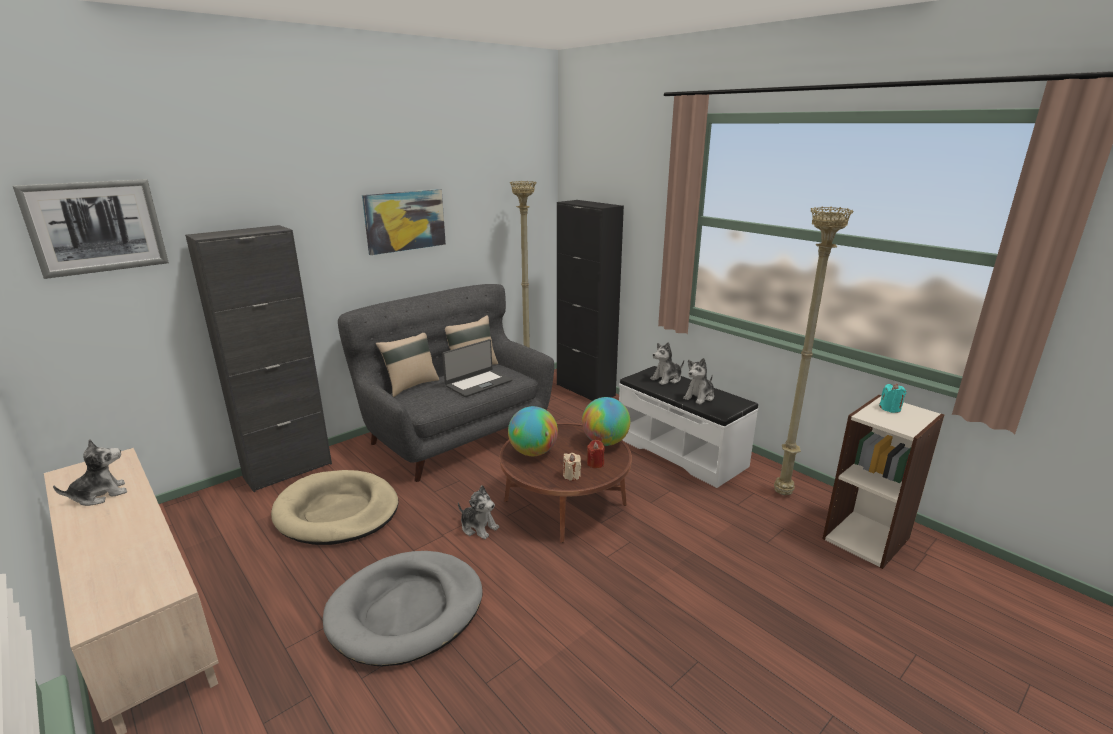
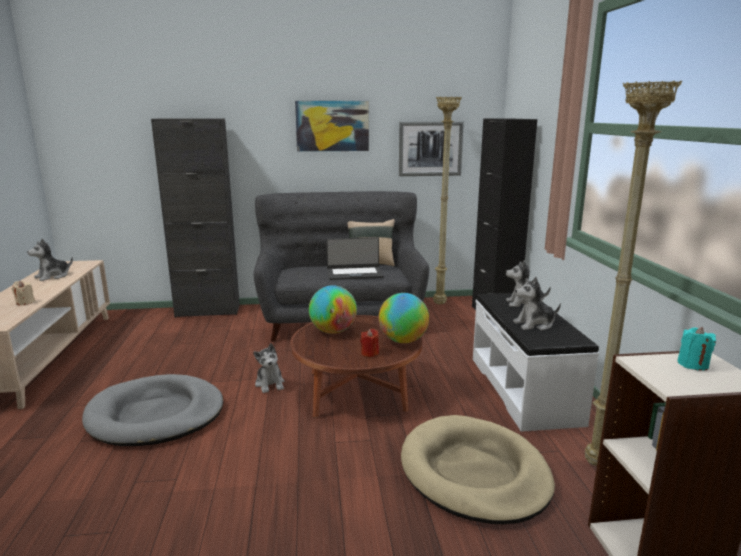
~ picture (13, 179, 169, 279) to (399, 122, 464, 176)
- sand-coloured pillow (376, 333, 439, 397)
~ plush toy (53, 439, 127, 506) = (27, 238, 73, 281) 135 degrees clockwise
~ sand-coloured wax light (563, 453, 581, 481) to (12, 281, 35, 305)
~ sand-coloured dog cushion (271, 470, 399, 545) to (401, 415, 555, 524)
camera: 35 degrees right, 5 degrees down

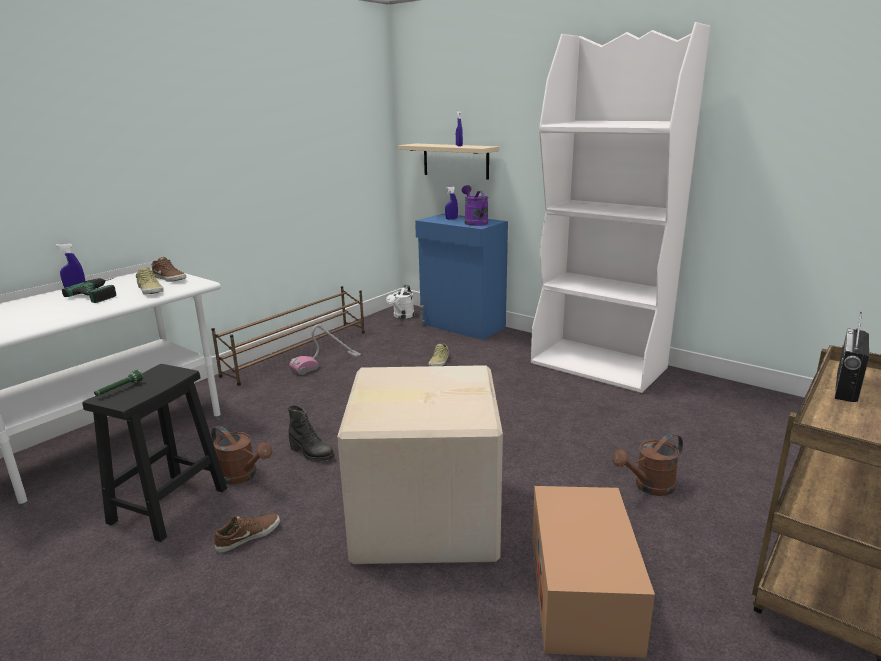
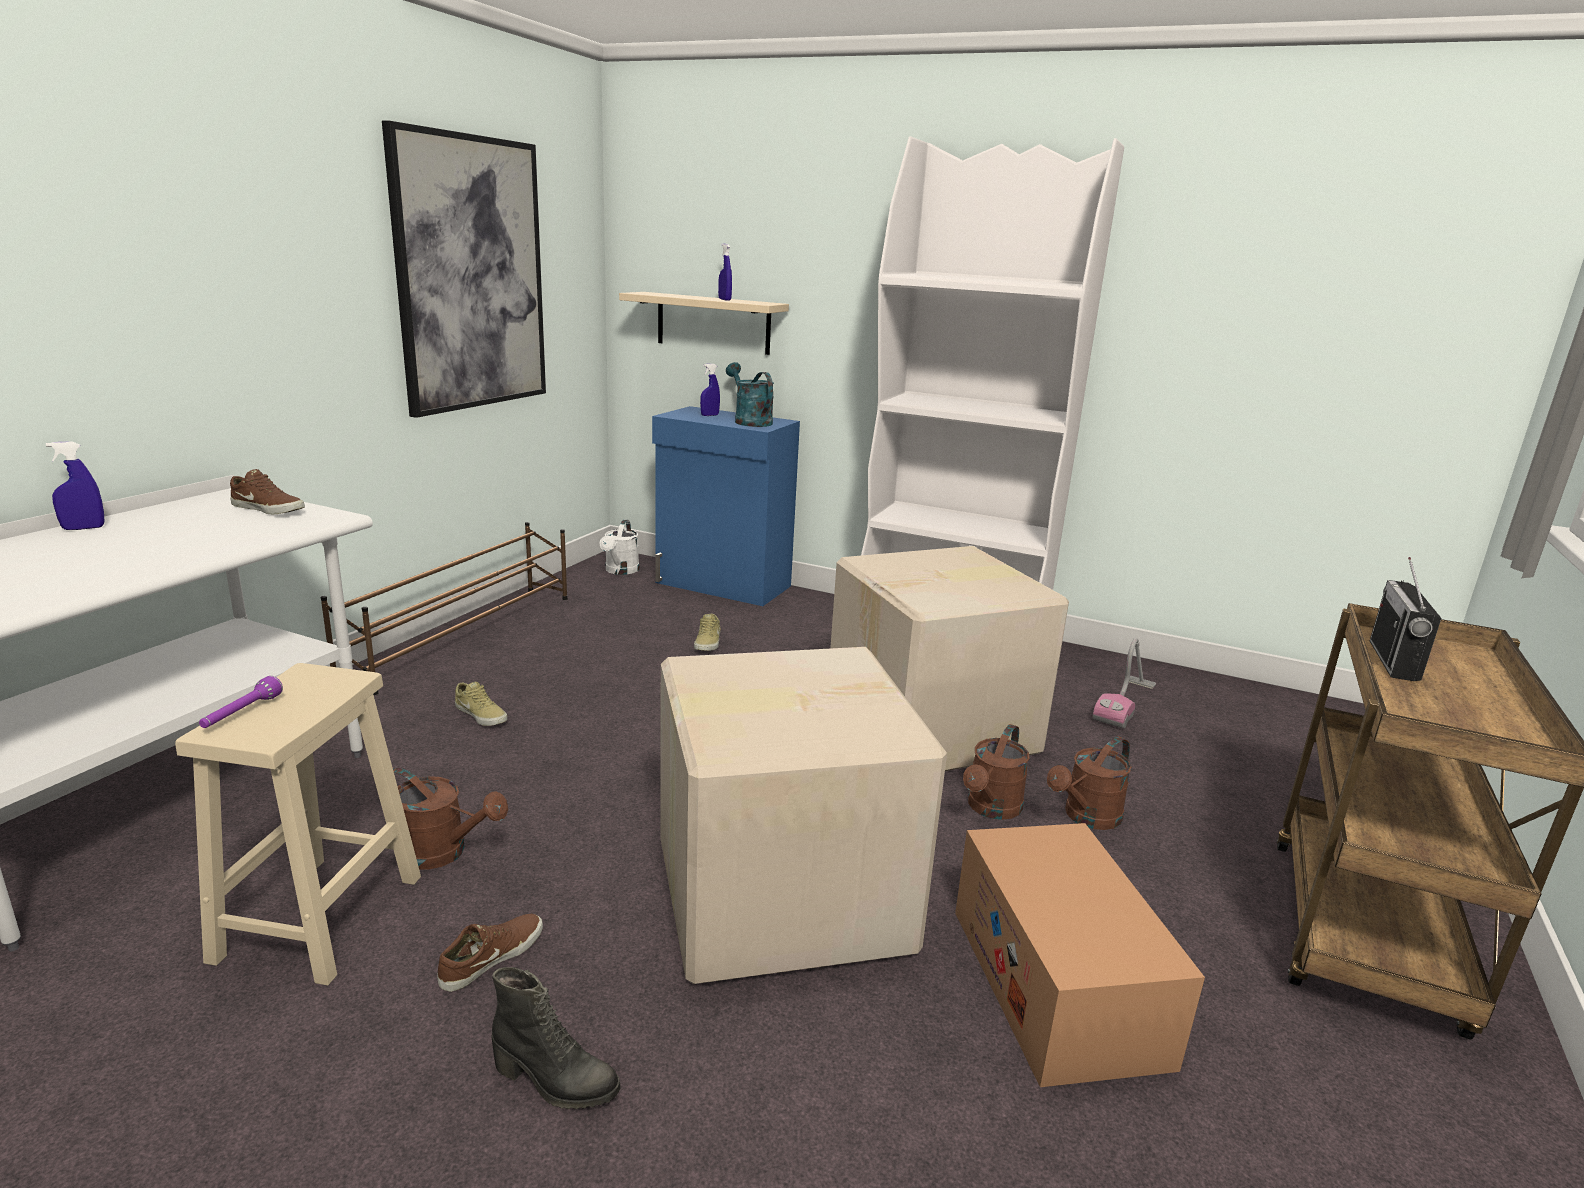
~ purple-coloured watering pot (462, 185, 488, 226) to blue-green watering pot (726, 362, 774, 427)
~ sand-coloured shoe (136, 267, 163, 295) to (455, 682, 507, 726)
- electric drill (62, 278, 116, 303)
~ hoover (289, 325, 361, 375) to (1093, 638, 1156, 729)
~ blackish sitting stool (82, 364, 227, 542) to sand-coloured sitting stool (175, 663, 421, 985)
~ green-coloured hand torch (94, 370, 143, 396) to purple-coloured hand torch (199, 676, 283, 728)
~ blackish high-top boot (288, 406, 335, 461) to (492, 967, 621, 1109)
+ picture (382, 121, 546, 418)
+ cardboard box (830, 546, 1069, 771)
+ brown watering pot (963, 724, 1030, 820)
camera: 15 degrees left, 0 degrees up

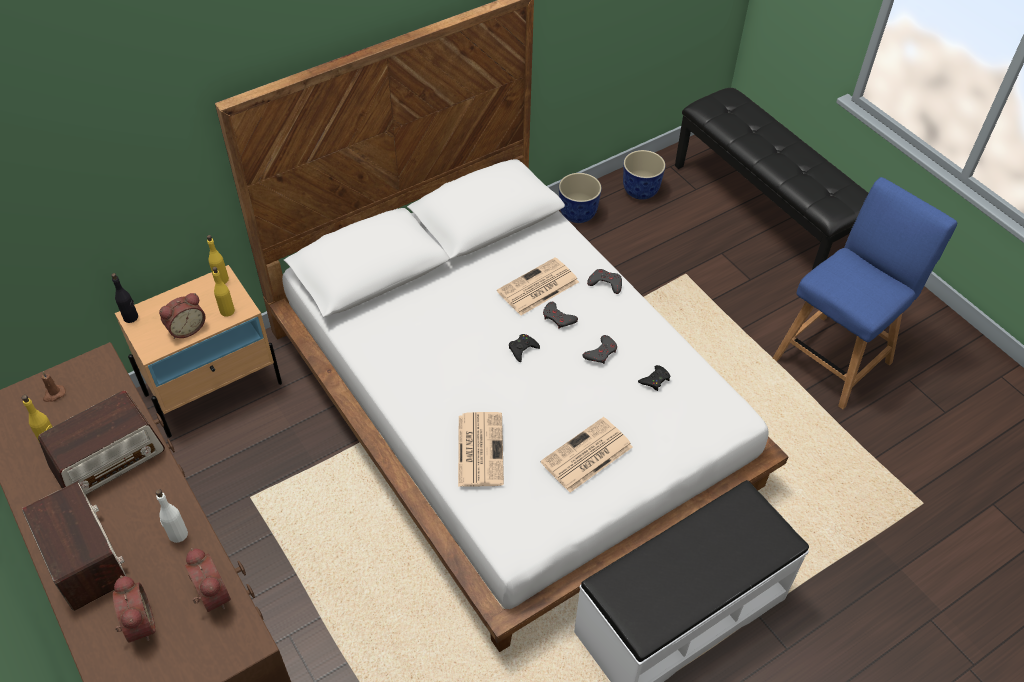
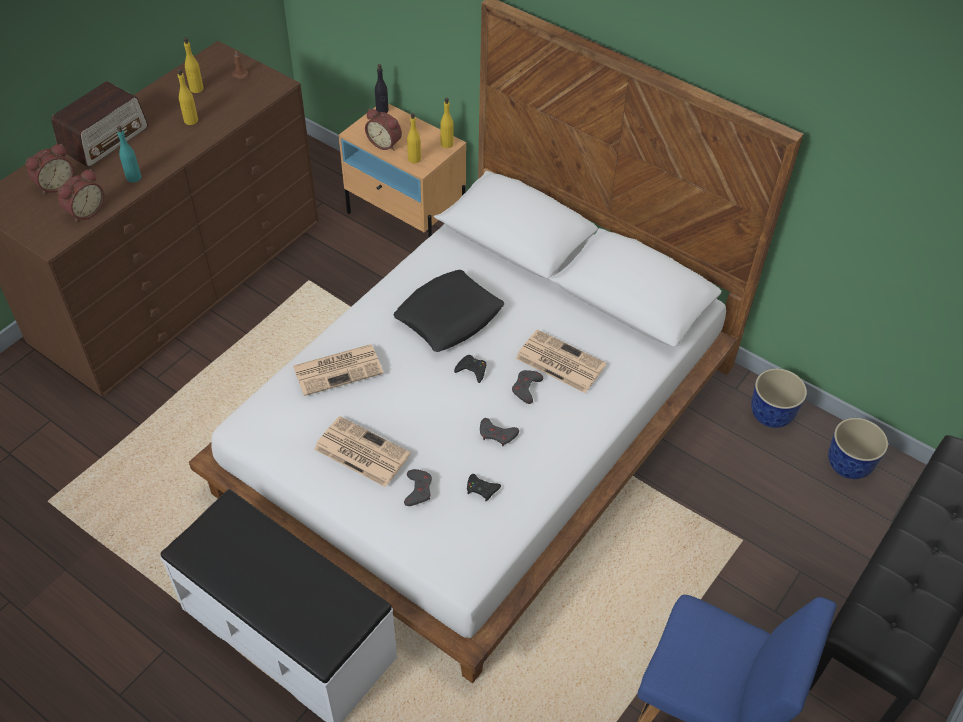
~ gray game controller (587, 269, 622, 294) to (404, 469, 432, 506)
~ radio (38, 391, 165, 495) to yellowish bottle (177, 69, 198, 125)
~ white bottle (156, 489, 188, 543) to blue-green bottle (117, 126, 141, 183)
+ blackish pillow (393, 270, 504, 352)
camera: 70 degrees right, 0 degrees up

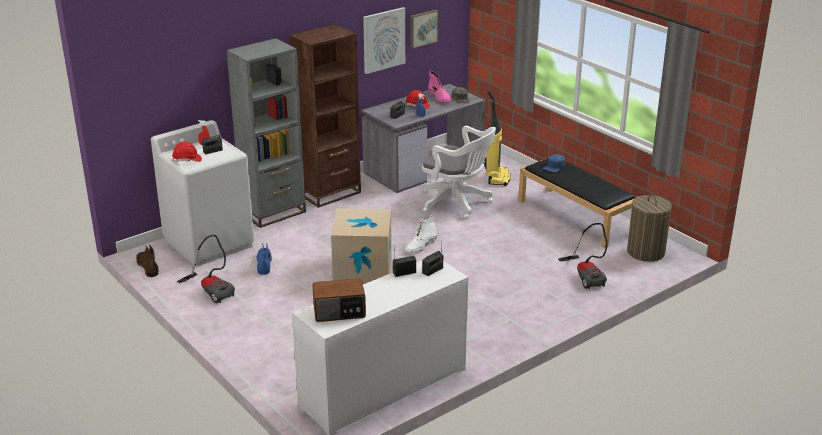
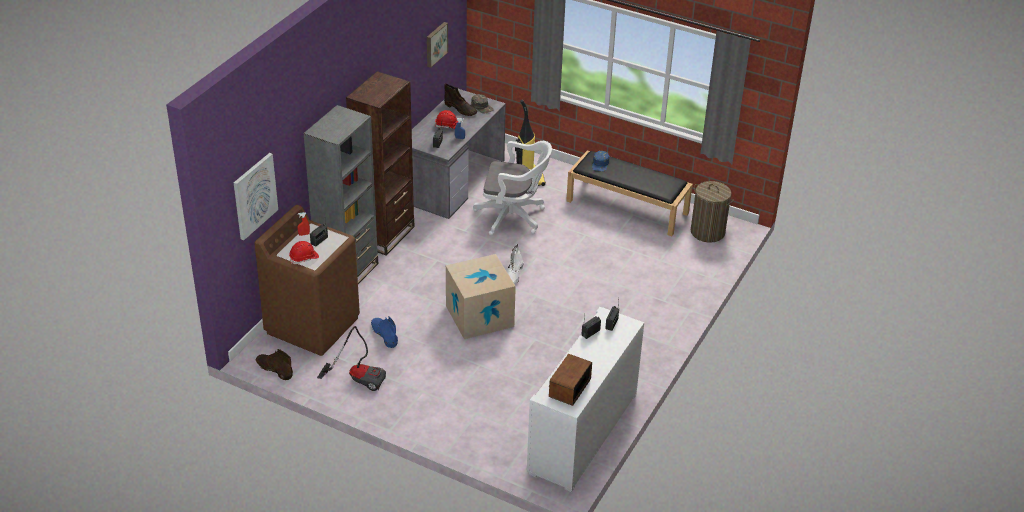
~ picture (363, 7, 405, 74) to (234, 153, 278, 240)
~ pink high-top boot (428, 71, 452, 103) to brown high-top boot (444, 84, 477, 116)
~ white laundry appliance (151, 120, 254, 267) to brown laundry appliance (254, 205, 360, 356)
- hoover (558, 223, 607, 290)
~ radio (312, 278, 366, 322) = (549, 354, 592, 406) 150 degrees clockwise
camera: 25 degrees left, 10 degrees up

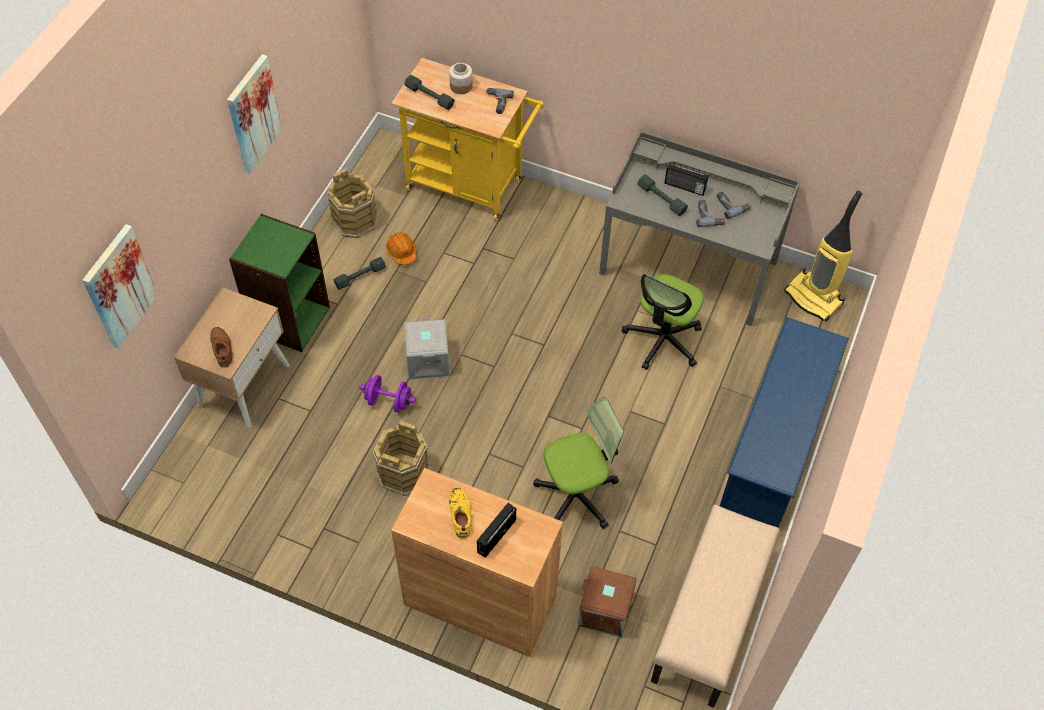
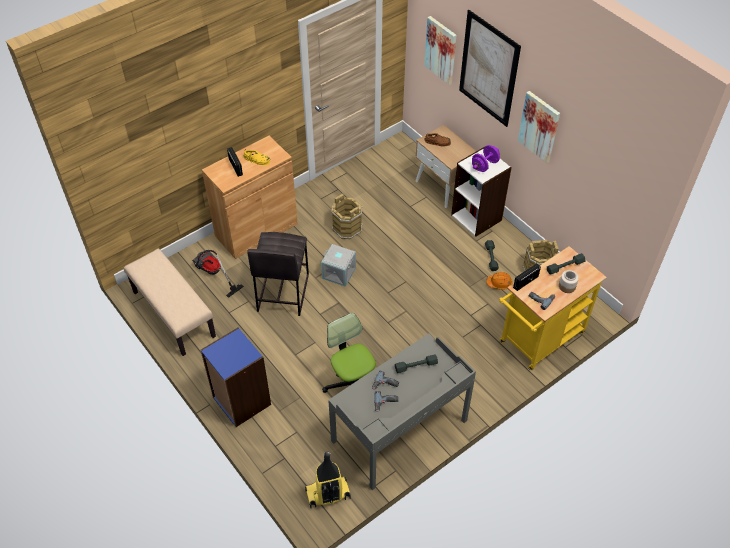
~ radio (665, 163, 709, 196) to (513, 263, 541, 291)
~ green-coloured bookcase (229, 214, 330, 352) to white bookcase (451, 147, 512, 237)
~ blue shoe rack (720, 317, 849, 528) to blue bookcase (201, 327, 271, 427)
~ gray storage container (404, 318, 450, 379) to (321, 244, 356, 287)
~ purple-coloured hand weight (359, 375, 416, 413) to (472, 145, 500, 172)
~ computer chair (533, 398, 623, 529) to gray sitting stool (247, 232, 309, 316)
~ brown storage container (577, 566, 637, 638) to hoover (192, 250, 244, 298)
+ picture (459, 10, 521, 127)
camera: 120 degrees right, 5 degrees down

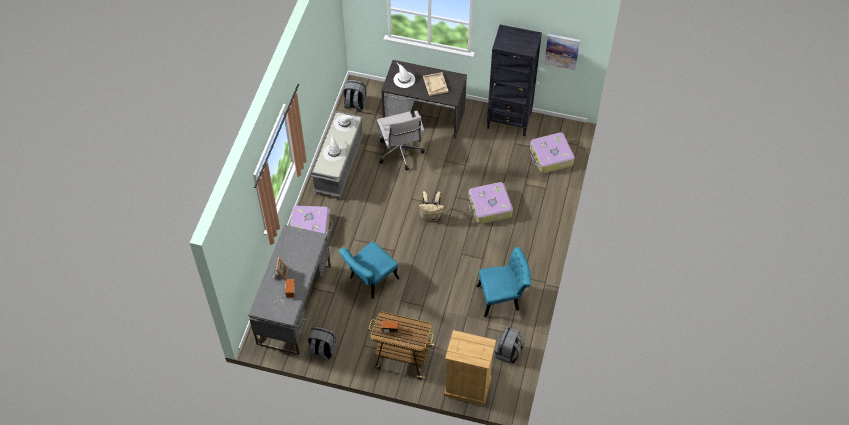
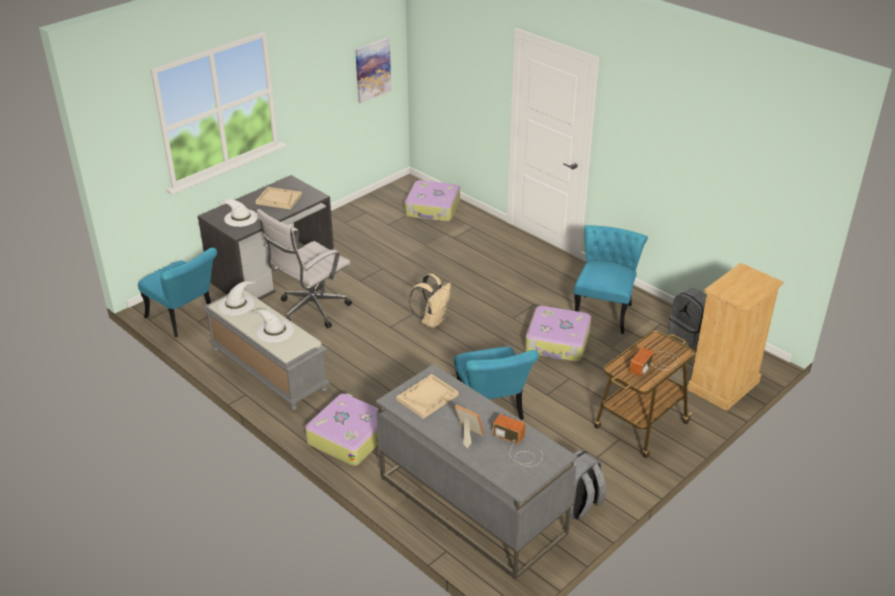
- blackish bookcase (487, 25, 542, 136)
~ gray backpack (343, 80, 367, 111) to blue-green upright chair (138, 247, 217, 337)
~ white computer chair (377, 111, 425, 170) = (257, 209, 352, 328) 120 degrees clockwise
~ piece of luggage (469, 182, 513, 224) to (525, 306, 591, 362)
+ sand-coloured tray (396, 374, 459, 419)
camera: 60 degrees left, 20 degrees down

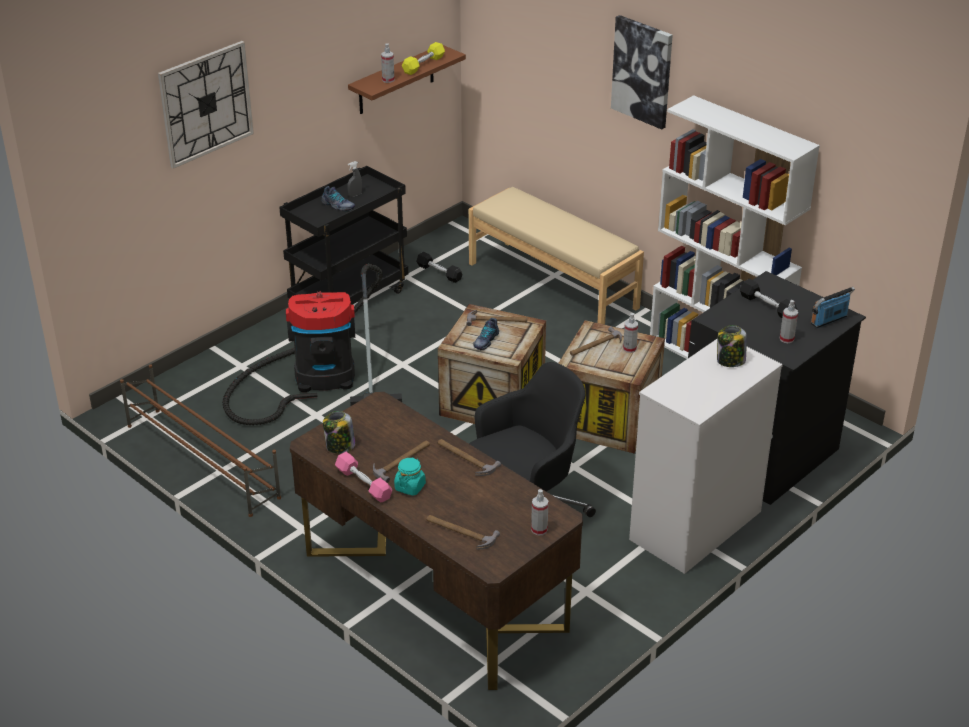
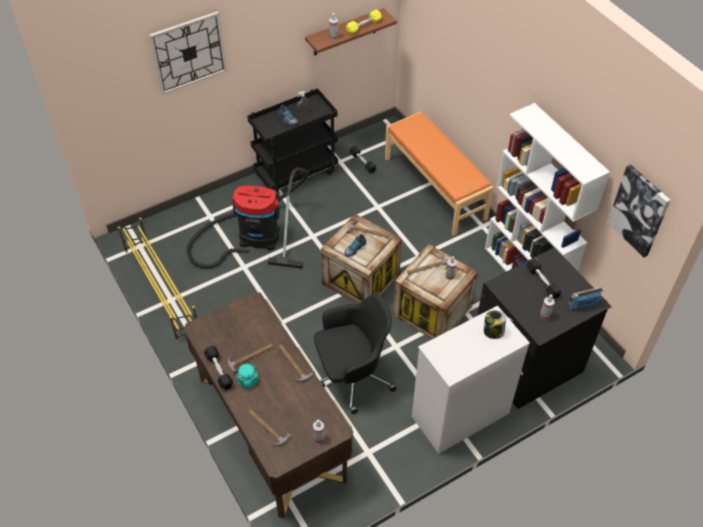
~ picture (611, 15, 673, 129) to (607, 164, 670, 257)
~ sand-coloured long seat (469, 187, 644, 325) to orange long seat (385, 112, 494, 236)
~ brown shoe rack (120, 364, 281, 517) to yellowish shoe rack (118, 218, 197, 342)
- storage jar (323, 411, 355, 454)
~ pink hand weight (335, 452, 392, 503) to blackish hand weight (204, 346, 233, 390)
camera: 15 degrees right, 15 degrees up

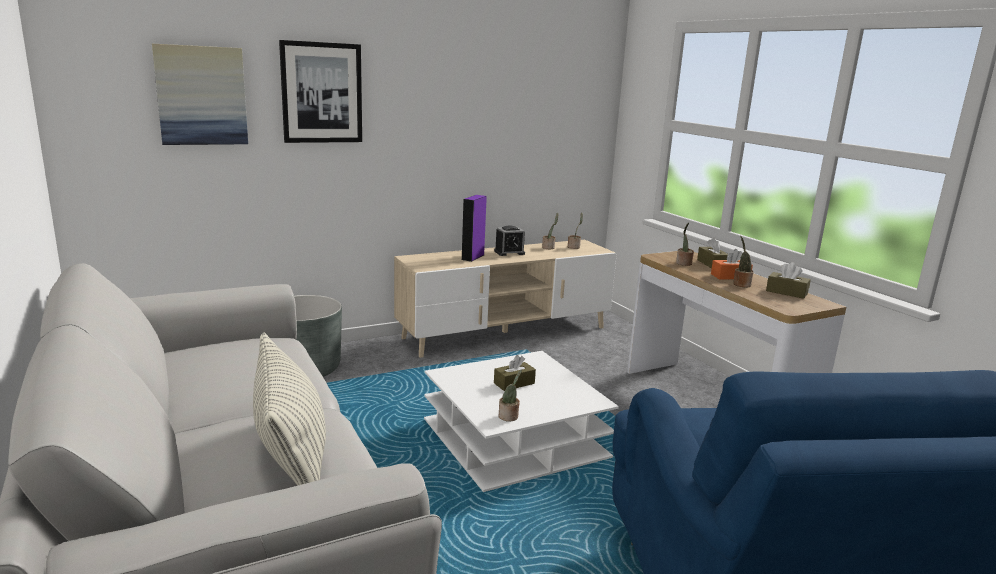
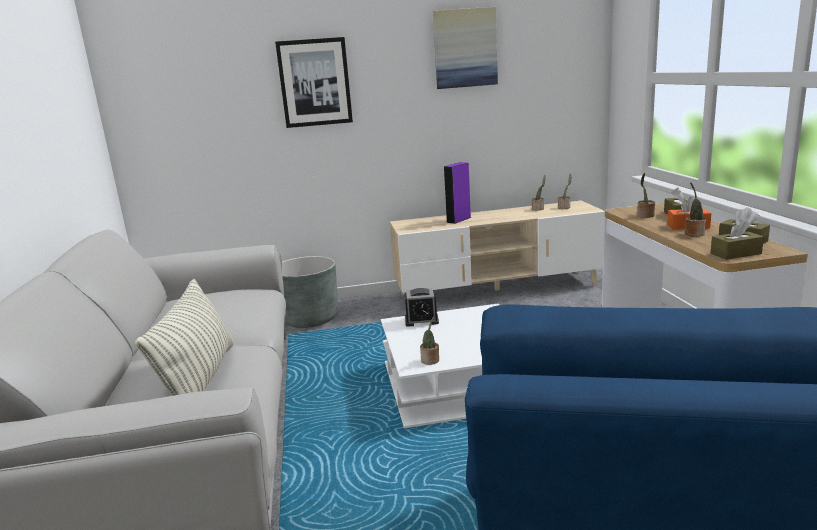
~ picture (152, 44, 248, 145) to (433, 7, 498, 89)
~ table clock (494, 225, 525, 256) to (405, 288, 439, 327)
~ brown box of tissues (494, 355, 536, 391) to (711, 219, 764, 260)
camera: 20 degrees right, 0 degrees up

